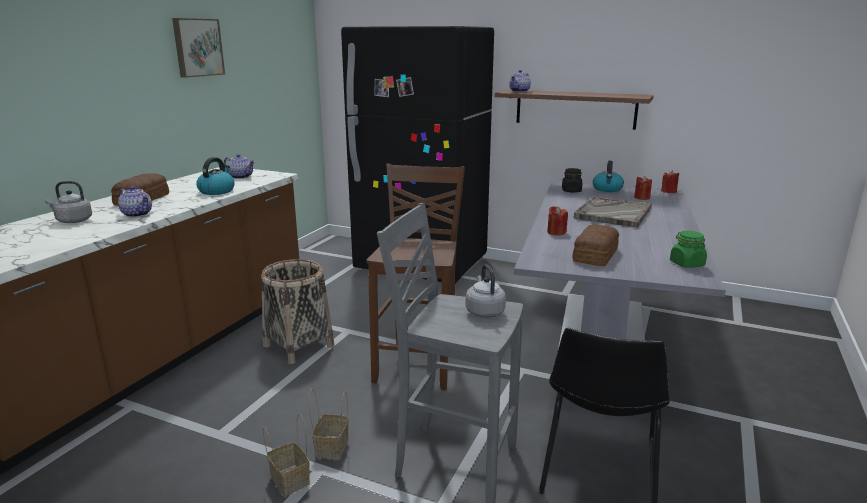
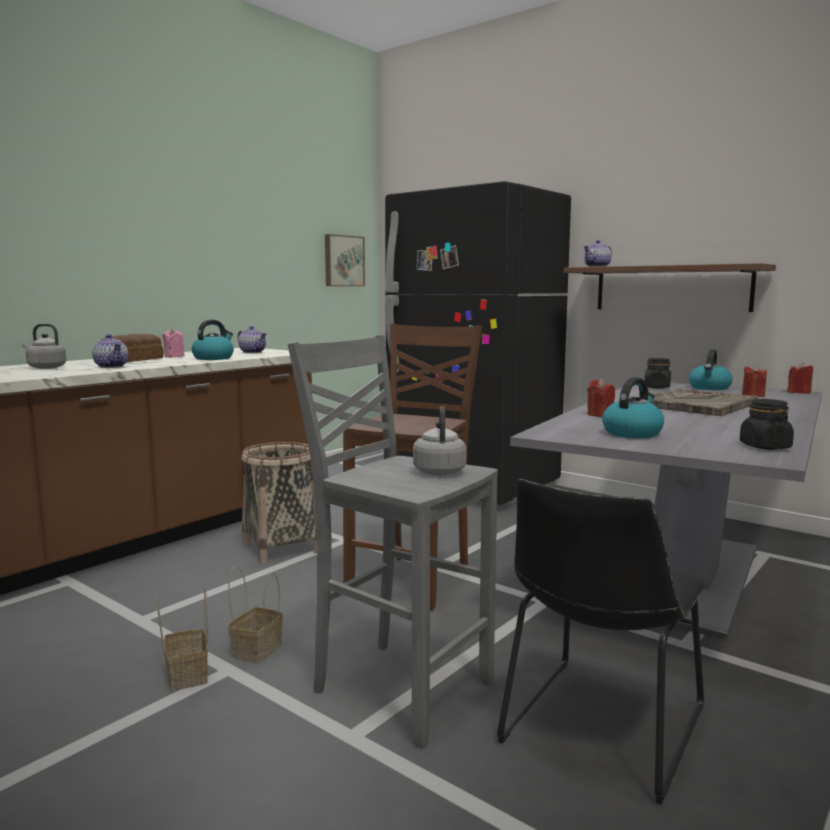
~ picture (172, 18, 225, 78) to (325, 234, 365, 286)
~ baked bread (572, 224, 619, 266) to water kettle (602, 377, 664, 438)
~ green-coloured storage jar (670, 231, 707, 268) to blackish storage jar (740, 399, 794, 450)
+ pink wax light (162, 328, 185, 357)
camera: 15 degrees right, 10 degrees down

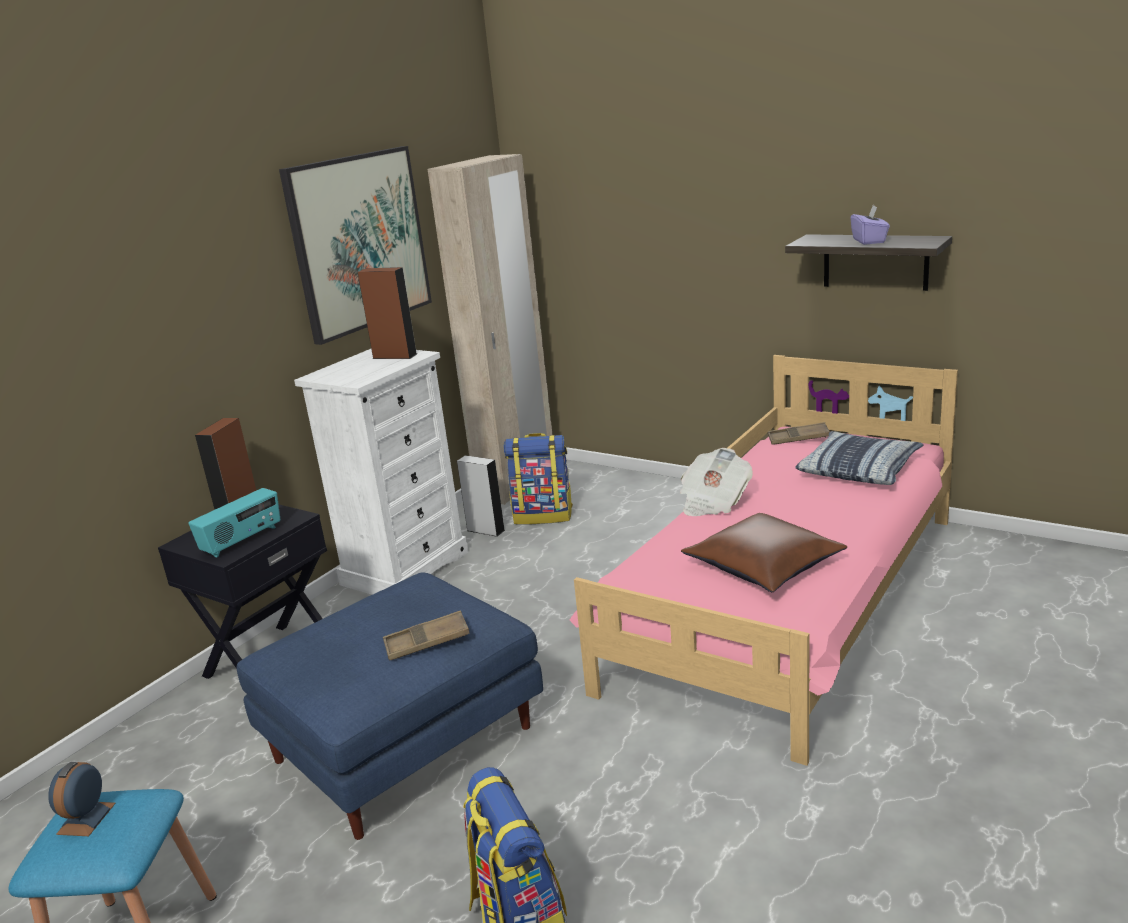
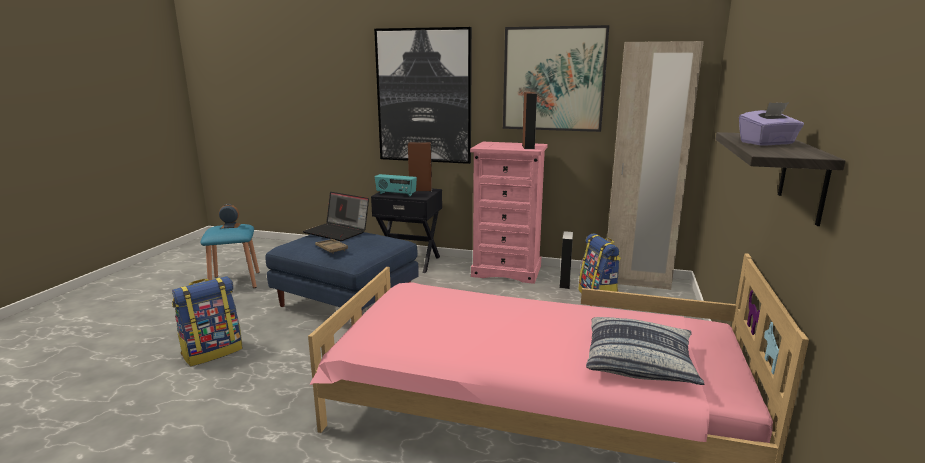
~ white chest of drawers (294, 349, 468, 595) to pink chest of drawers (470, 142, 548, 284)
- brown tray (768, 422, 830, 445)
- printed paper (680, 448, 753, 516)
- brown pillow (681, 513, 847, 592)
+ picture (374, 27, 472, 164)
+ laptop (303, 192, 369, 241)
camera: 70 degrees right, 5 degrees down

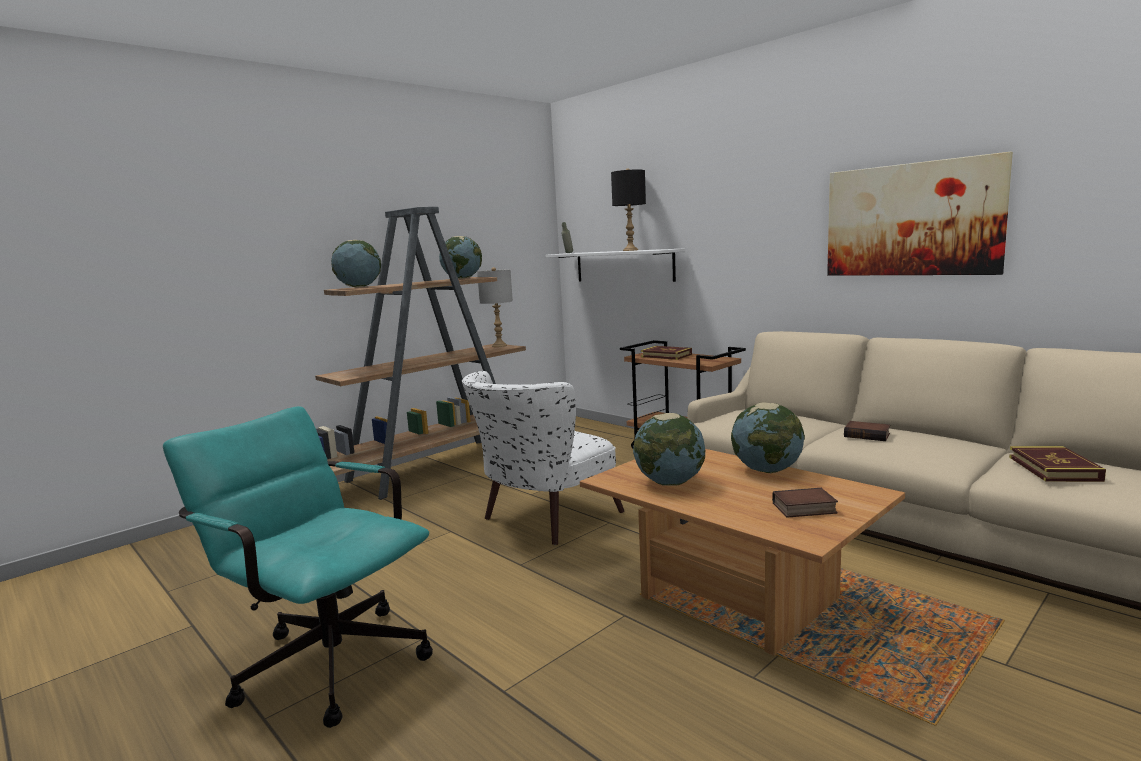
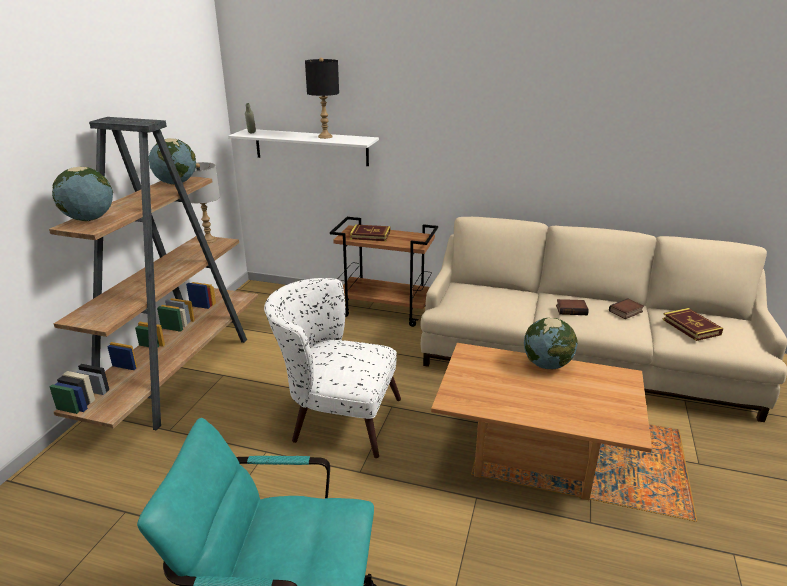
- picture (827, 152, 1013, 276)
~ white lounge chair (462, 371, 624, 545) = (264, 278, 401, 458) 90 degrees clockwise
- desk globe (633, 413, 706, 485)
~ volume (772, 488, 838, 518) to (609, 298, 644, 319)
camera: 30 degrees left, 15 degrees up

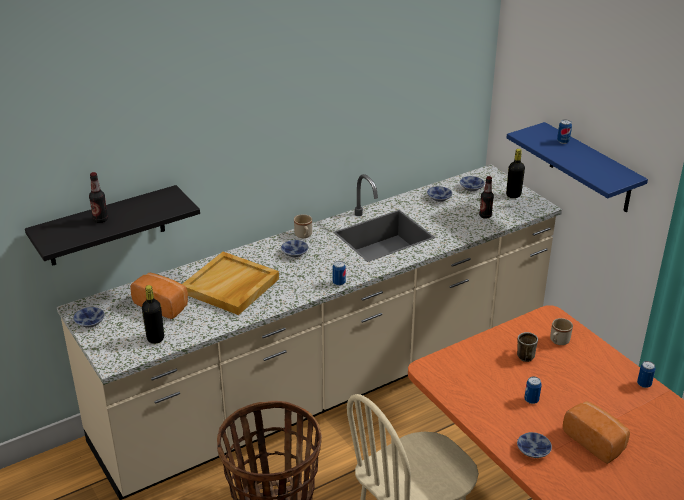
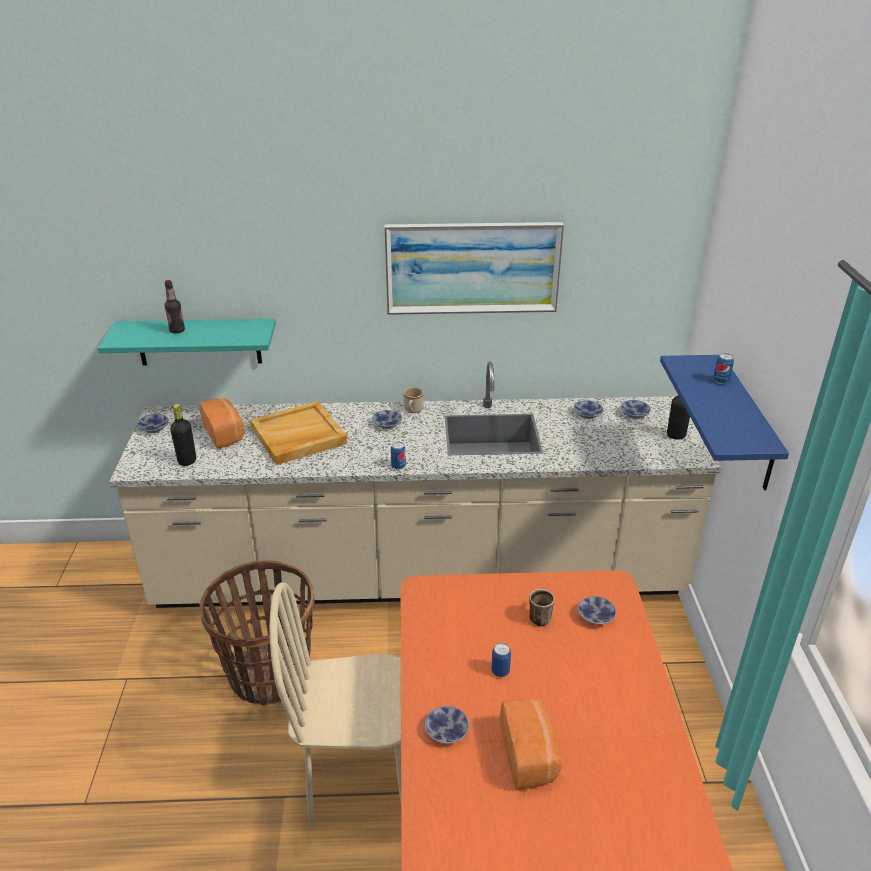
- bottle (479, 176, 494, 219)
~ blackish shelf (25, 185, 200, 266) to blue-green shelf (98, 319, 276, 366)
~ sand-coloured tea mug (550, 318, 573, 345) to serving bowl (578, 596, 616, 625)
- metal can (637, 361, 656, 388)
+ picture (384, 222, 564, 315)
camera: 30 degrees right, 0 degrees up

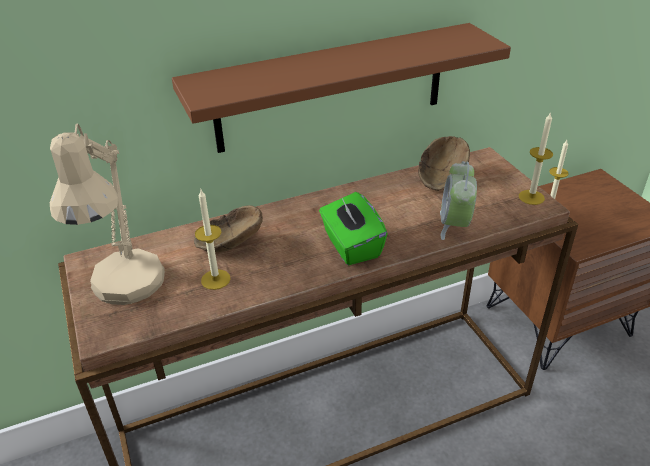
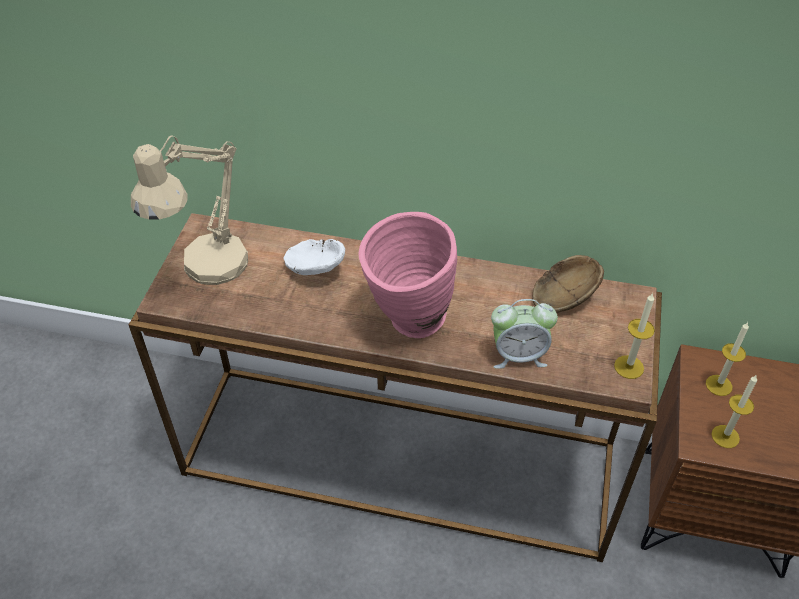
- brown shelf (172, 23, 511, 153)
~ table clock (440, 161, 477, 240) = (491, 299, 558, 369) 135 degrees counterclockwise
~ wax light (195, 190, 231, 290) to (711, 375, 757, 448)
~ green-coloured box of tissues (319, 192, 388, 265) to pink decorative vase (359, 212, 457, 338)
~ brown serving bowl (194, 205, 263, 252) to white serving bowl (283, 239, 345, 275)
camera: 35 degrees right, 10 degrees up

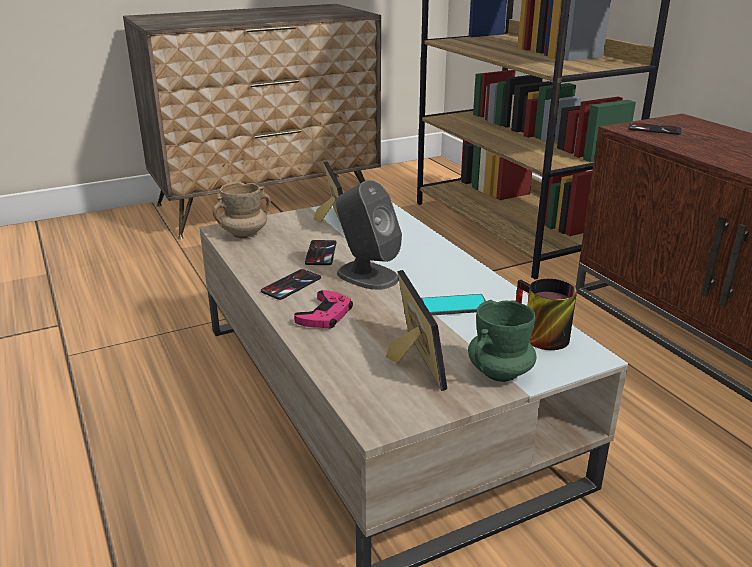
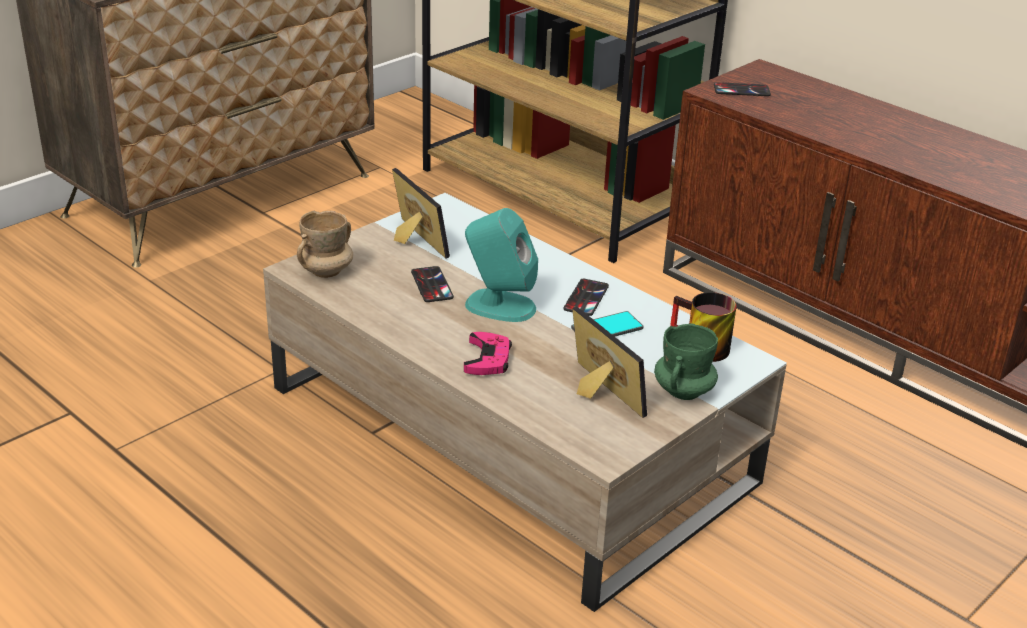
~ gray loudspeaker (336, 180, 402, 290) to blue-green loudspeaker (465, 208, 538, 322)
~ phone (261, 269, 321, 300) to (564, 279, 609, 316)
camera: 20 degrees left, 5 degrees up

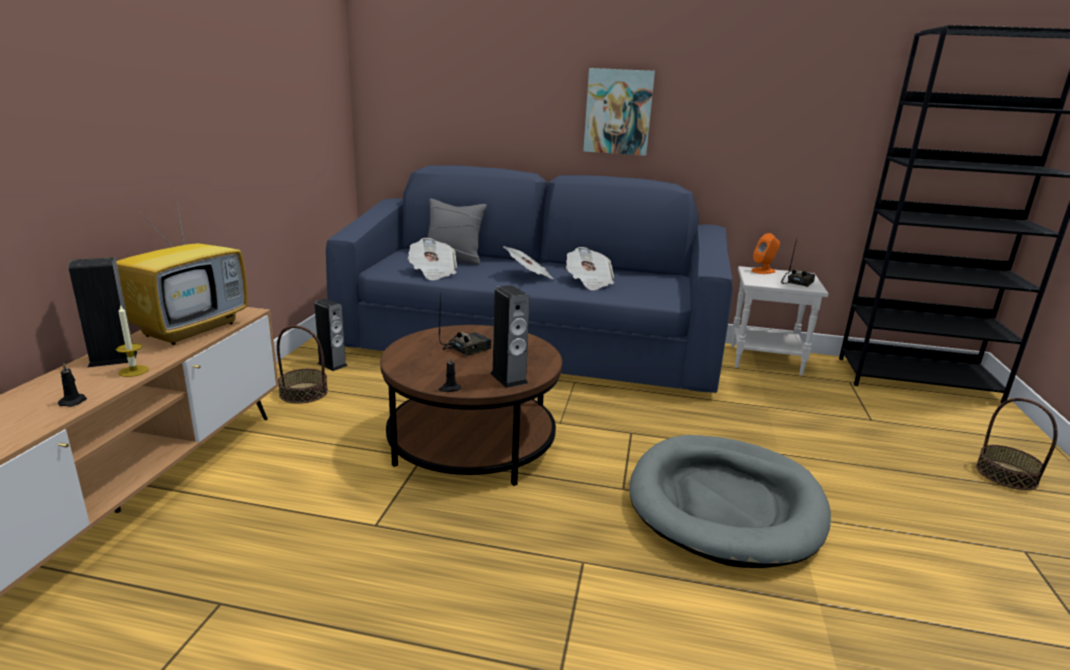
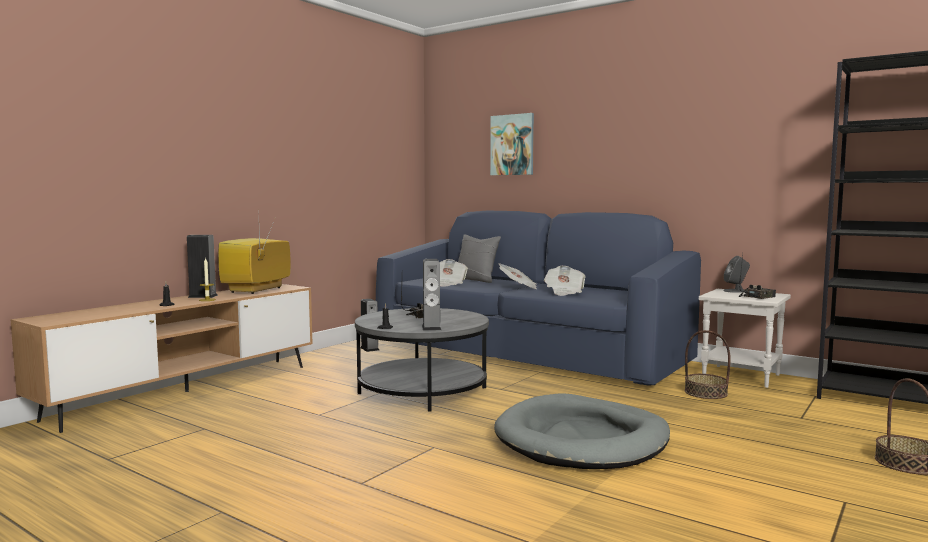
~ picture (583, 68, 655, 156) to (490, 113, 534, 175)
~ TV (116, 190, 248, 345) = (218, 207, 291, 294) 150 degrees clockwise
~ orange loudspeaker (751, 233, 780, 274) to gray loudspeaker (723, 256, 750, 293)
~ household basket (277, 325, 328, 404) to (685, 330, 731, 399)
~ brown low table (380, 325, 562, 486) to gray low table (355, 308, 489, 412)
camera: 25 degrees right, 15 degrees down

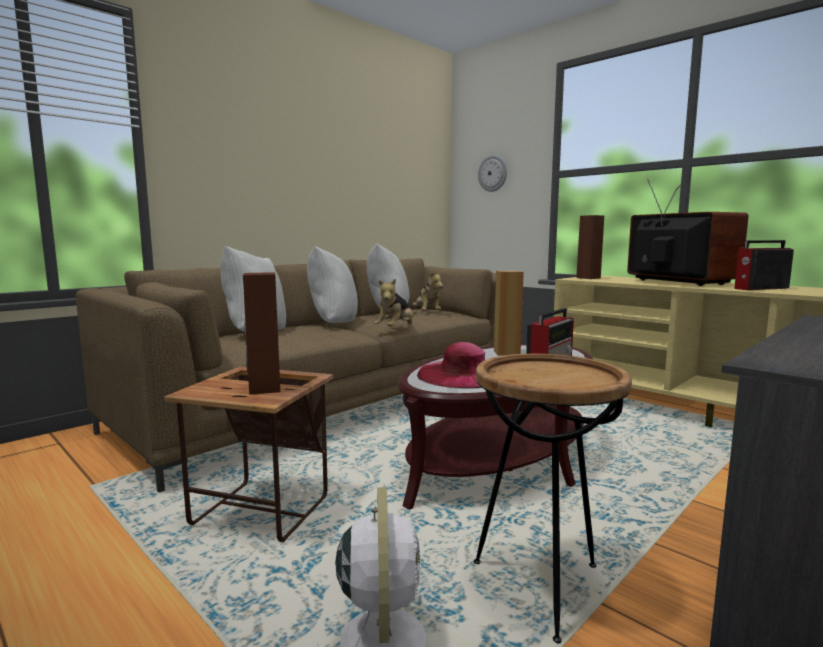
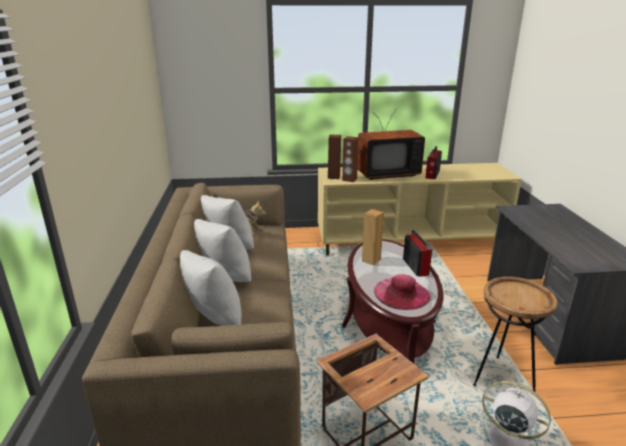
- clock on the wall (478, 155, 507, 192)
~ TV (627, 178, 749, 286) = (357, 108, 425, 180) 150 degrees clockwise
~ brown loudspeaker (243, 272, 280, 395) to (342, 136, 358, 182)
- plush toy (374, 279, 413, 327)
camera: 50 degrees left, 15 degrees up

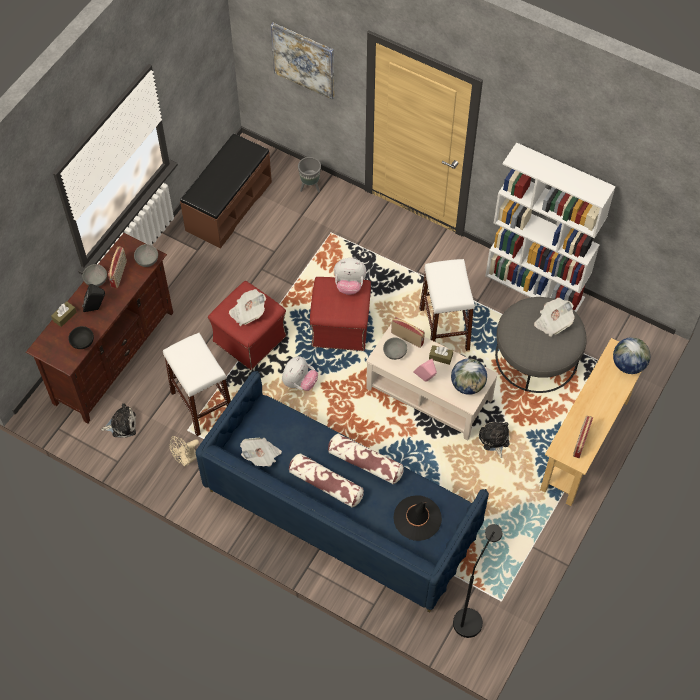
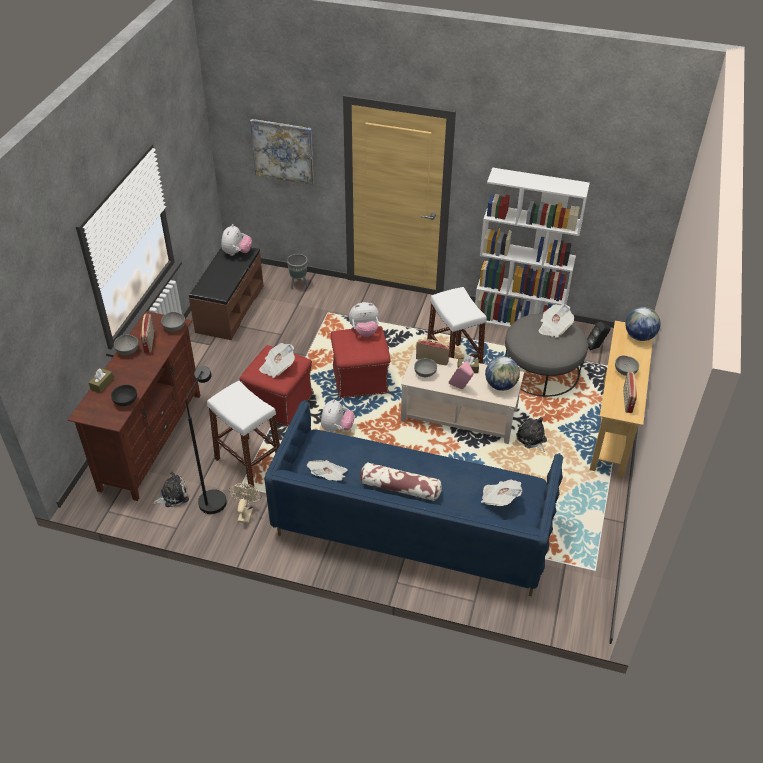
~ blackish loudspeaker (82, 284, 105, 312) to (587, 322, 611, 350)
- pillow (328, 433, 404, 484)
~ sand-coloured fan (169, 436, 199, 467) = (229, 483, 261, 523) 150 degrees clockwise
~ blackish wearable hat (393, 495, 442, 541) to printed paper (481, 480, 522, 506)
~ blackish standing lamp (453, 524, 502, 638) to (186, 366, 227, 514)
+ plush toy (221, 224, 252, 256)
+ gray serving bowl (615, 355, 639, 376)
camera: 15 degrees left, 15 degrees down

